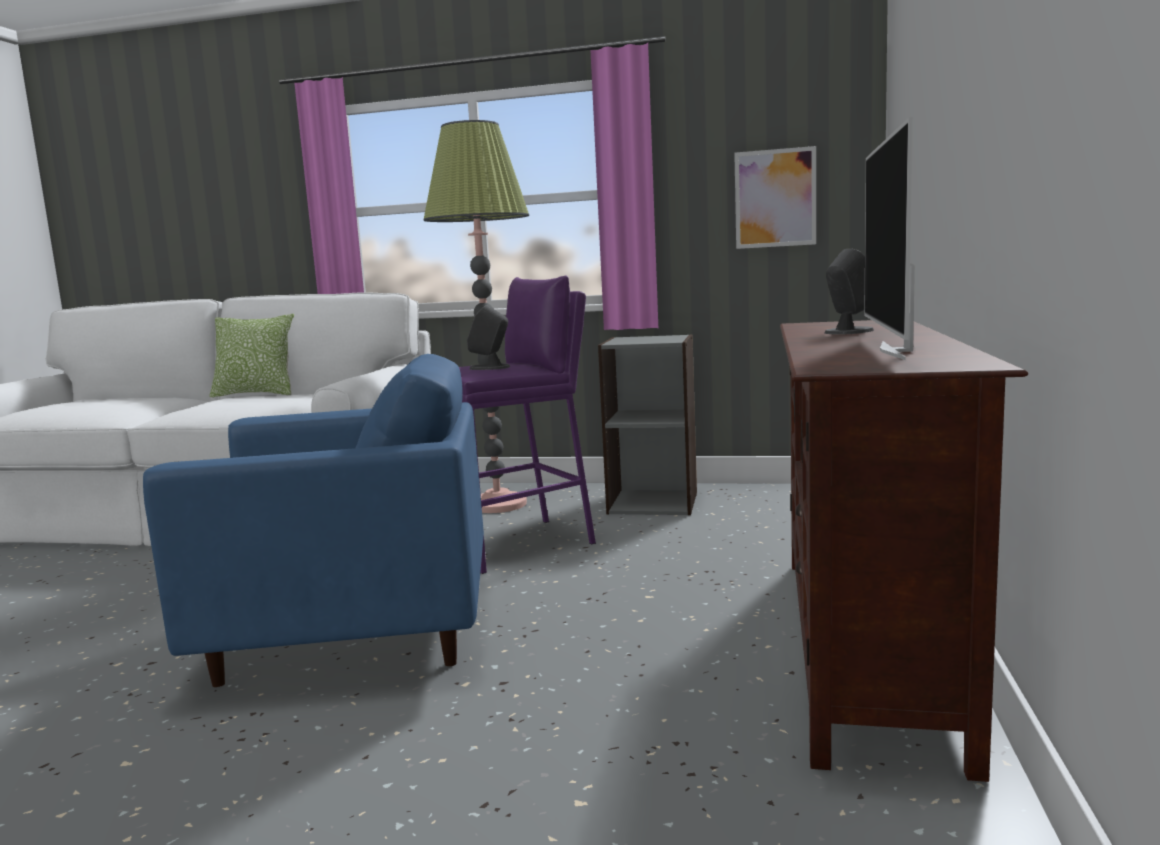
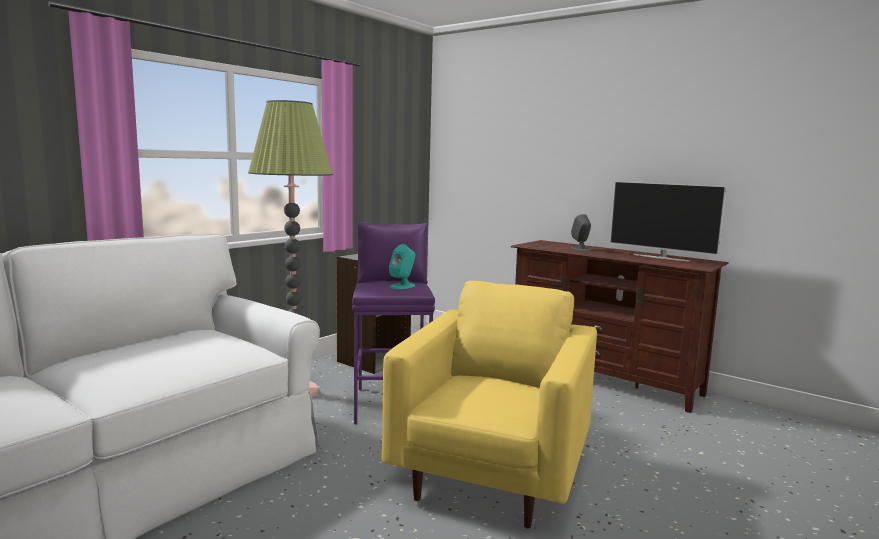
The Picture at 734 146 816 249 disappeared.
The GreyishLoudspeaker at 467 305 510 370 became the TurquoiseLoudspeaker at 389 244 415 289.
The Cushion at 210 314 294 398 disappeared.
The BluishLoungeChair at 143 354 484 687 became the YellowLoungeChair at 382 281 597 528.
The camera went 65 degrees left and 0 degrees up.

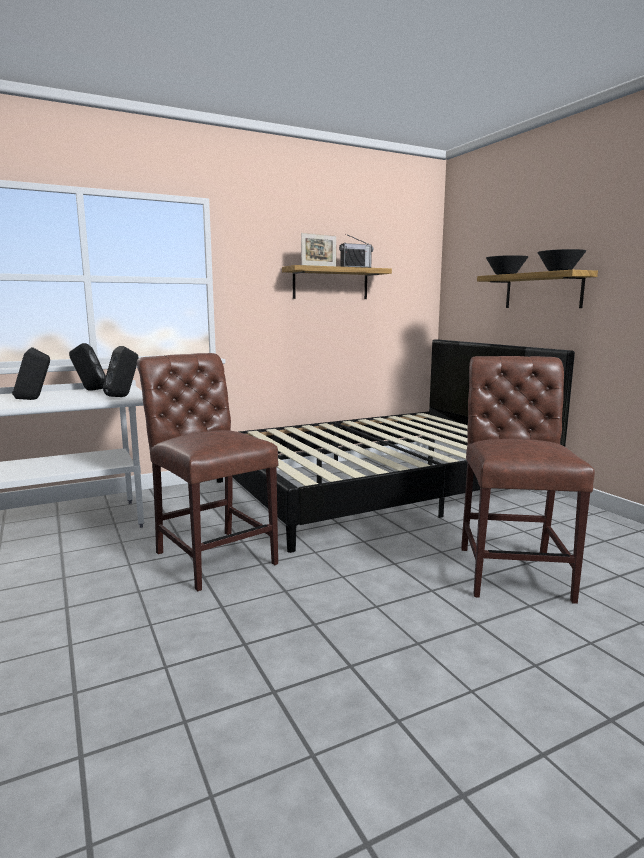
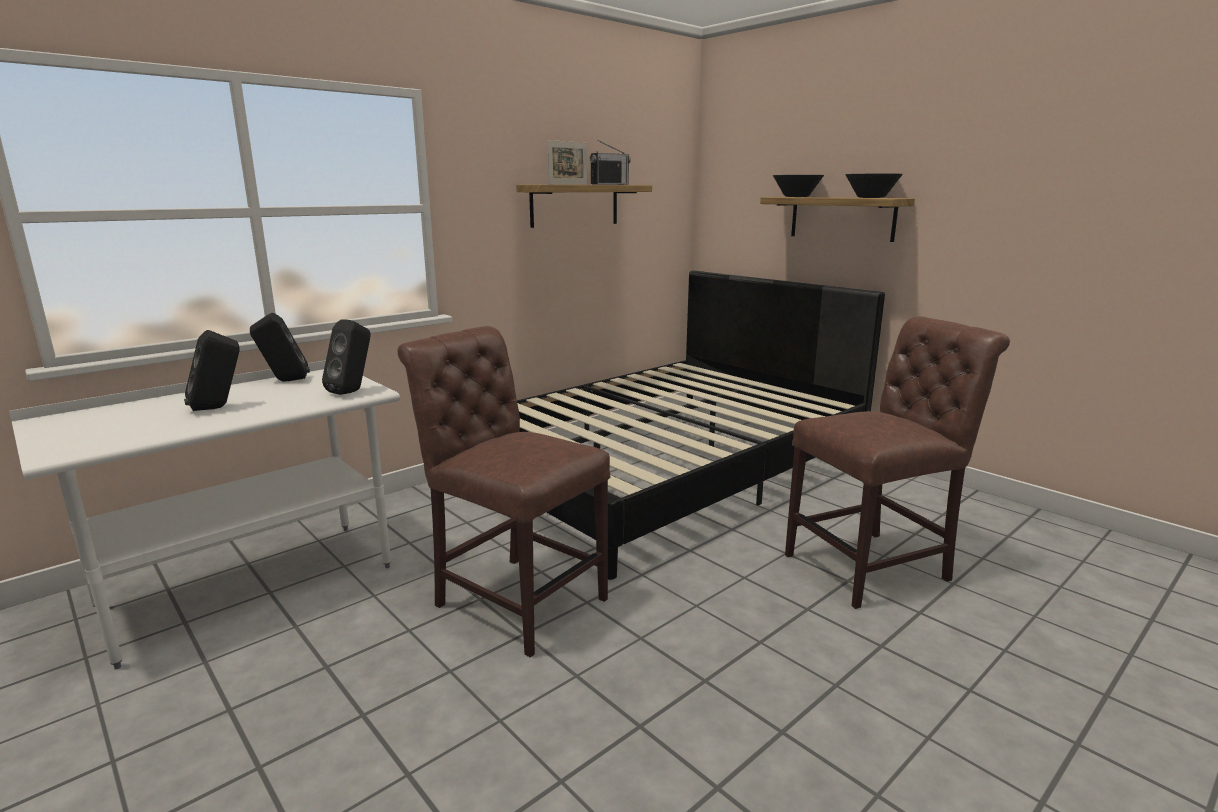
The BrownishPlainChair at 461 356 595 604 turned 75 degrees clockwise.
The camera went 15 degrees left and 5 degrees up.

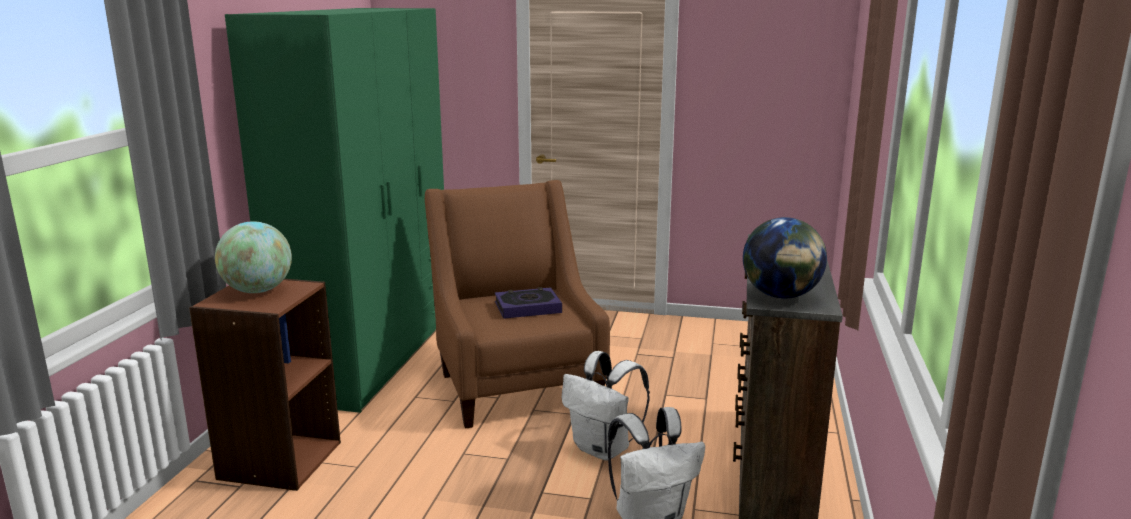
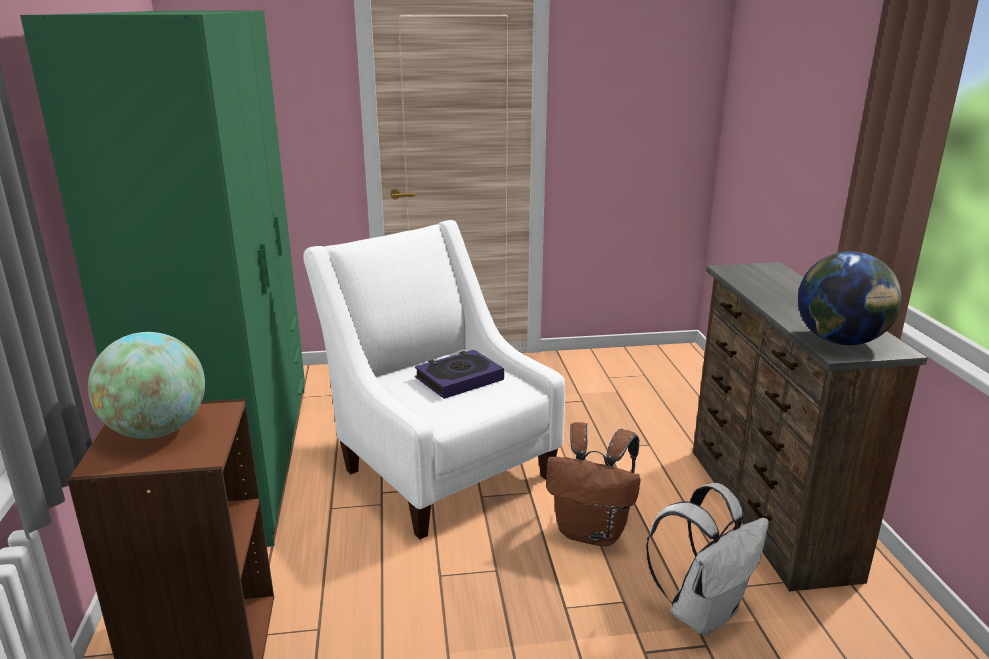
The BrownishLoungeChair at 425 180 610 429 became the WhiteColouredLoungeChair at 303 220 565 539.
The WhiteColouredBackpack at 562 351 650 461 became the BrownishBackpack at 546 422 641 547.
The camera went 20 degrees left and 5 degrees up.

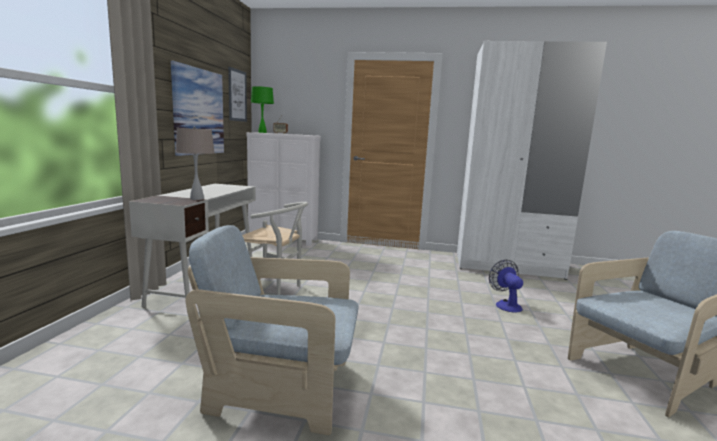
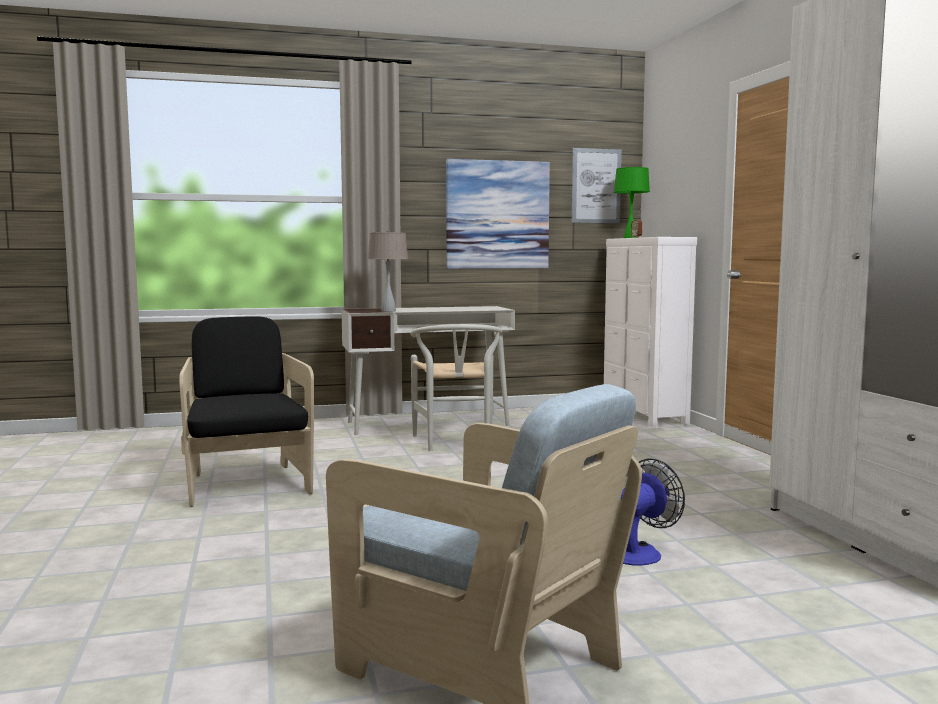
The SandColouredLoungeChair at 185 225 358 435 became the BlackishLoungeChair at 179 316 314 507.
The camera went 65 degrees right and 5 degrees down.

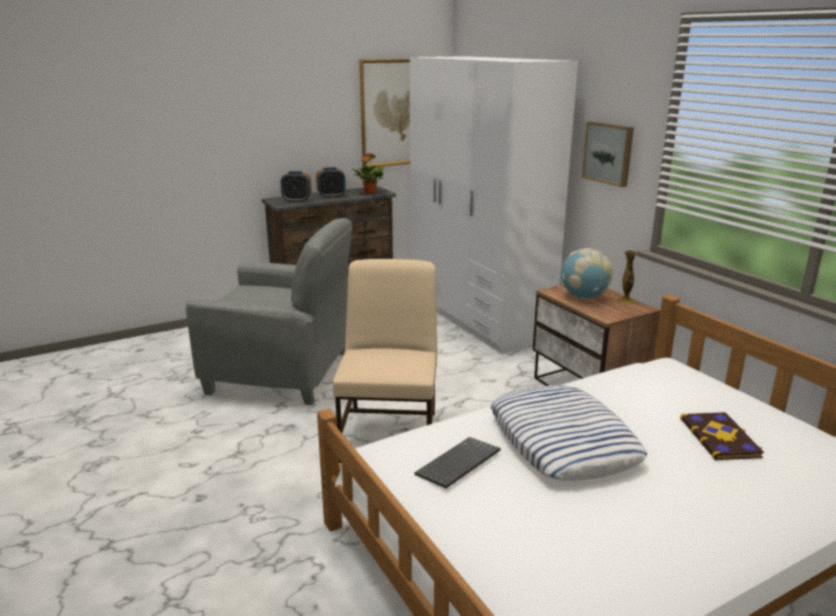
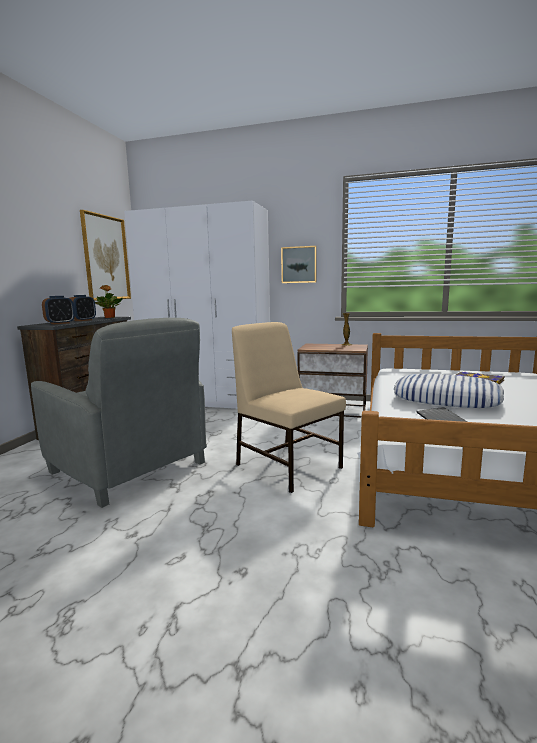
The GreyishLoungeChair at 186 218 352 405 turned 75 degrees clockwise.
The WorldGlobe at 561 248 613 299 disappeared.
The camera went 45 degrees left and 10 degrees down.

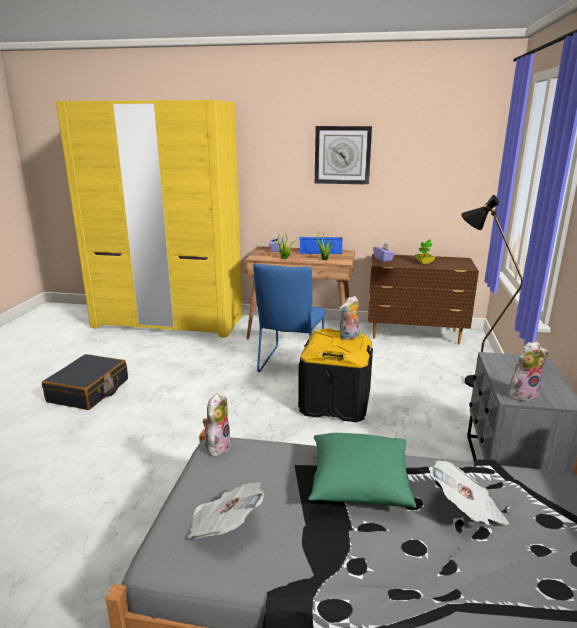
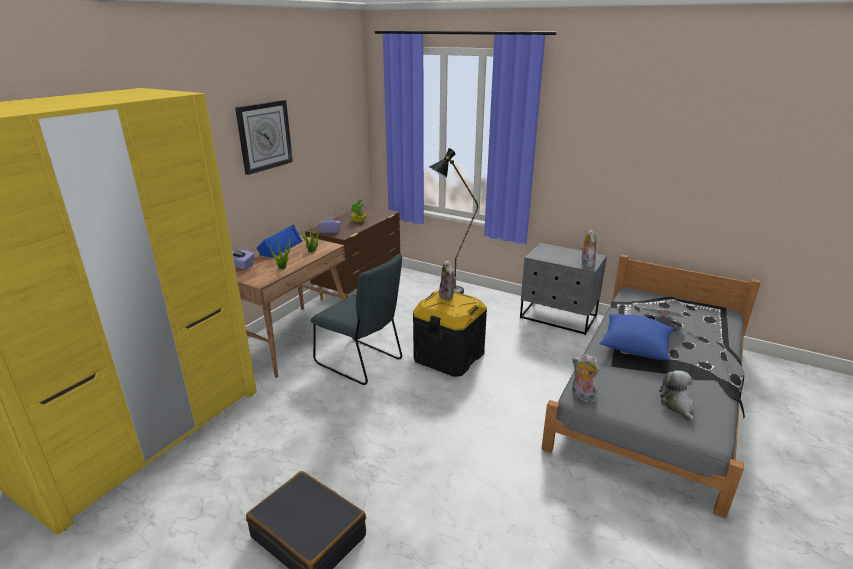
The BluishPlainChair at 253 264 326 372 became the GreyishPlainChair at 311 254 402 385.
The GreenCushion at 308 433 416 508 became the BluishCushion at 599 314 674 360.
The DailyPaper at 188 482 264 539 was replaced by the PlushToy at 659 370 694 423.
The camera went 70 degrees left and 5 degrees up.

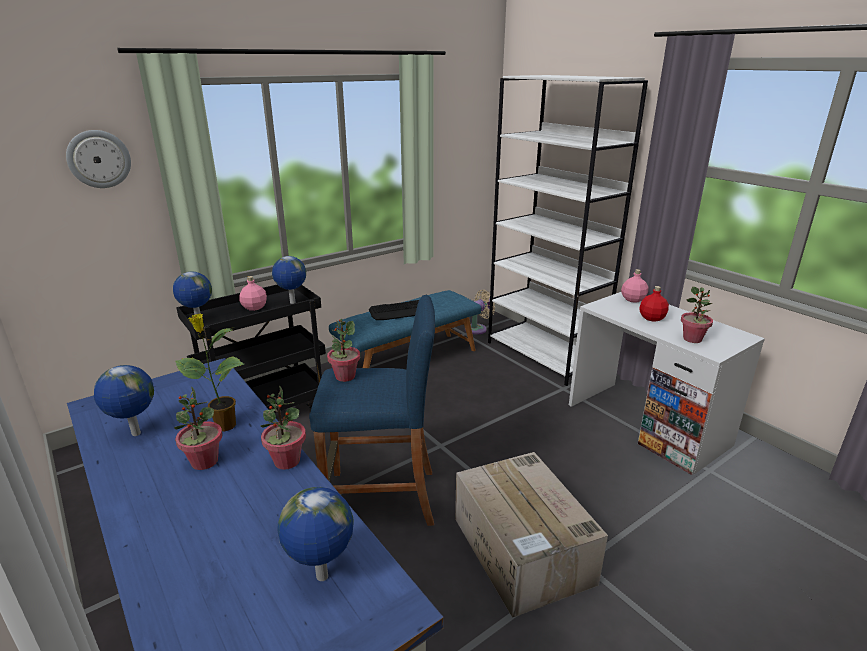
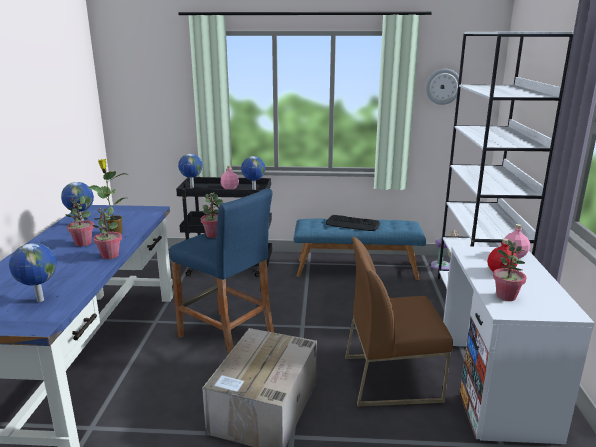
The WallClock moved from 66 130 131 188 to 426 69 462 105.
The BrownishPlainChair at 345 237 453 406 appeared.
The camera went 40 degrees right and 5 degrees down.

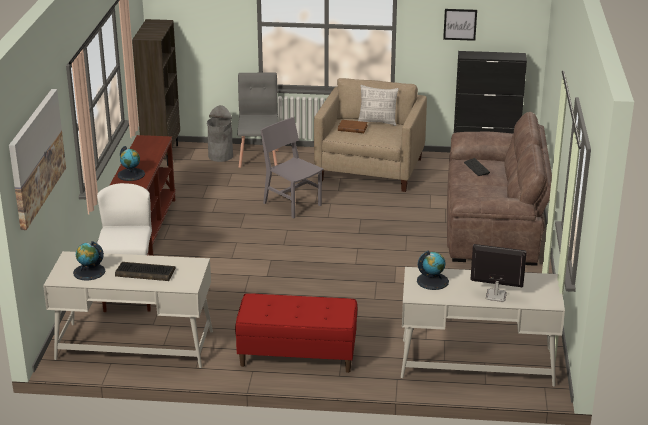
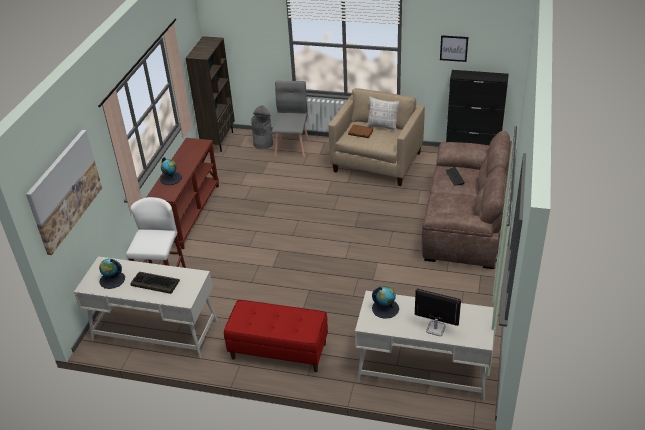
The GreyishPlainChair at 260 117 323 218 disappeared.
The camera went 10 degrees right and 10 degrees up.

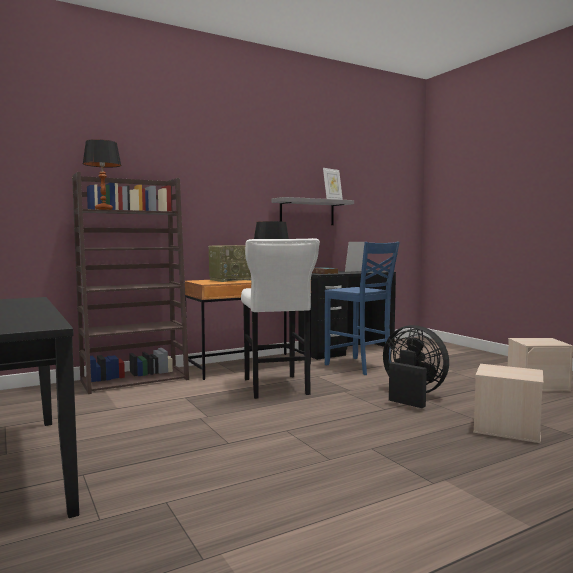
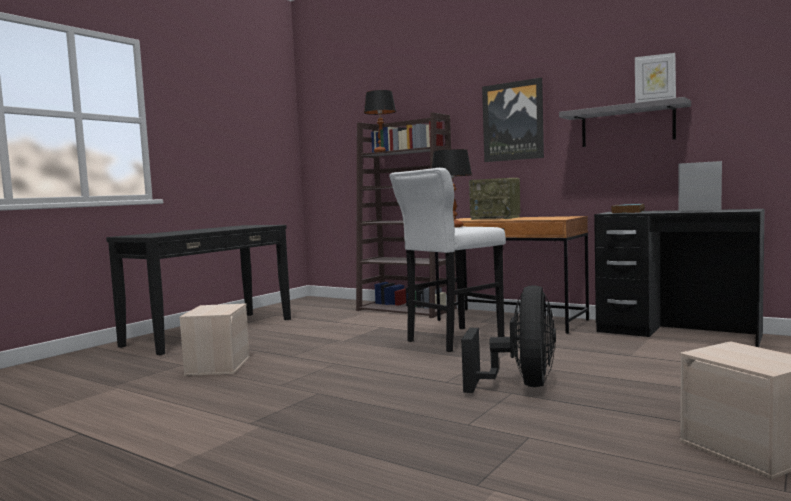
The BluishPlainChair at 325 242 400 375 disappeared.
The SandColouredStorageBox moved from 473 364 543 443 to 179 303 250 376.
The Picture at 482 78 544 162 appeared.
The camera went 65 degrees right and 0 degrees up.

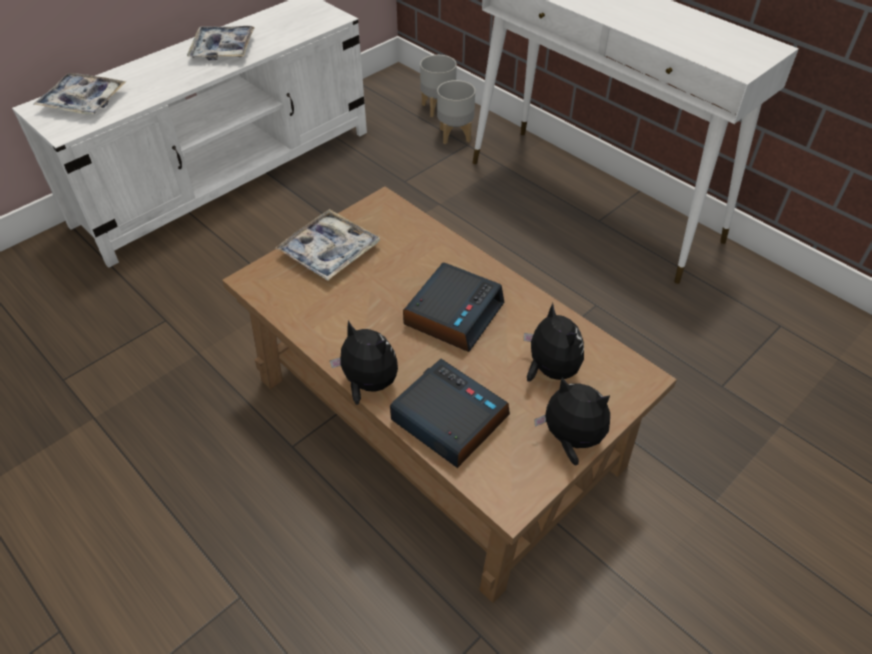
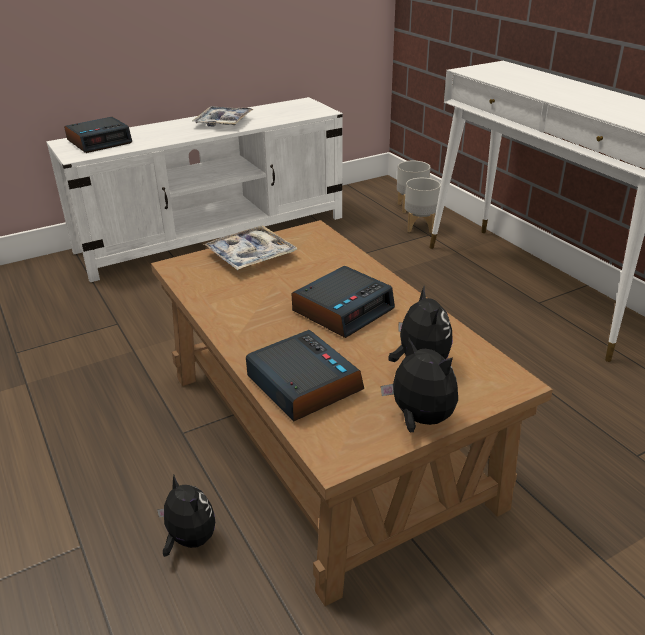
The CarryingTray at 33 73 126 115 was replaced by the TableClock at 64 117 132 153.
The PlushToy moved from 330 321 398 405 to 157 475 215 557.
The camera went 15 degrees right and 15 degrees down.

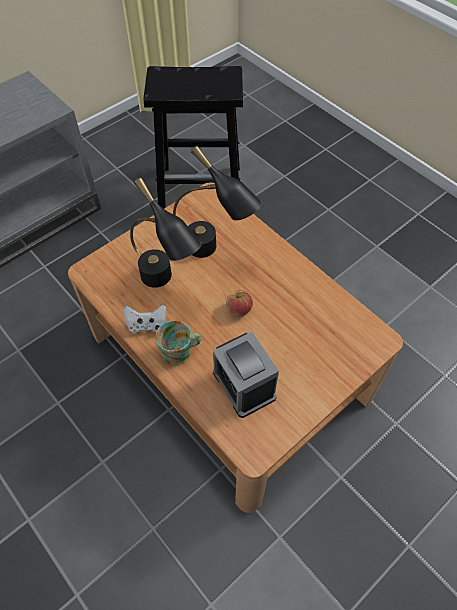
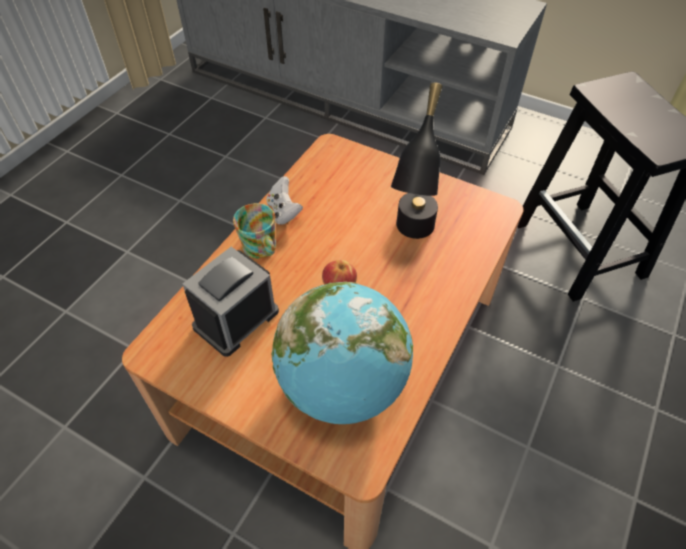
The BlackishLampForATable at 130 177 202 288 disappeared.
The WorldGlobe at 271 282 413 424 appeared.
The camera went 70 degrees right and 5 degrees down.

